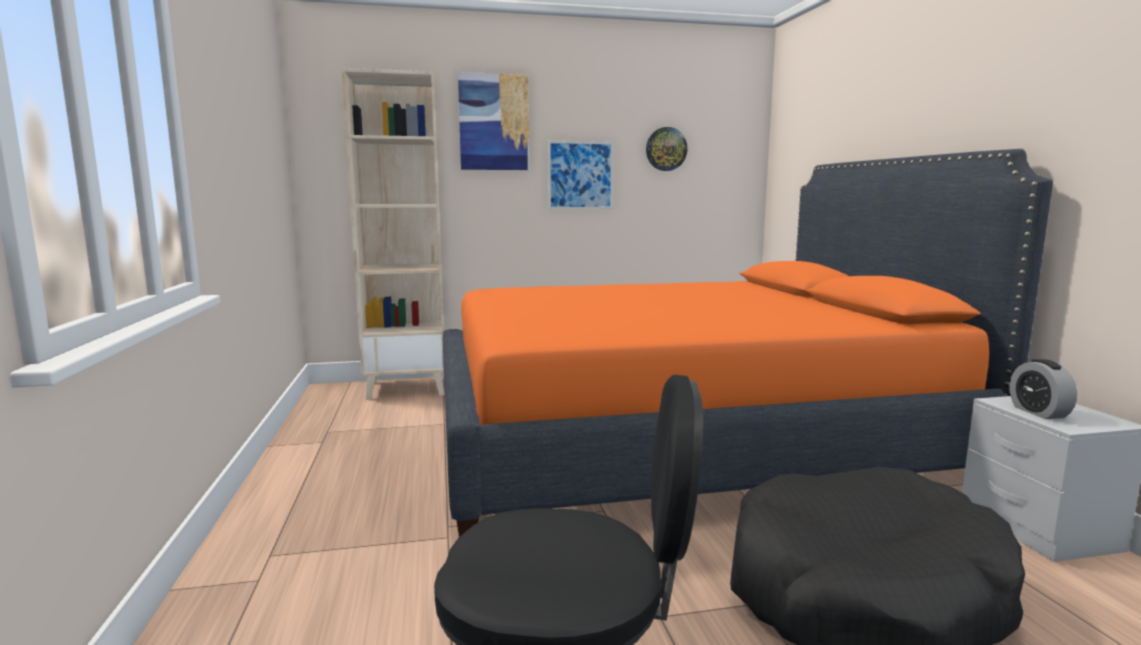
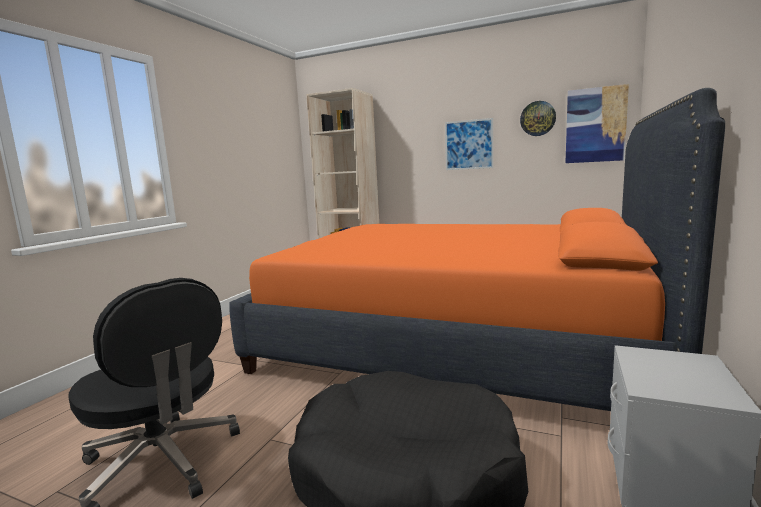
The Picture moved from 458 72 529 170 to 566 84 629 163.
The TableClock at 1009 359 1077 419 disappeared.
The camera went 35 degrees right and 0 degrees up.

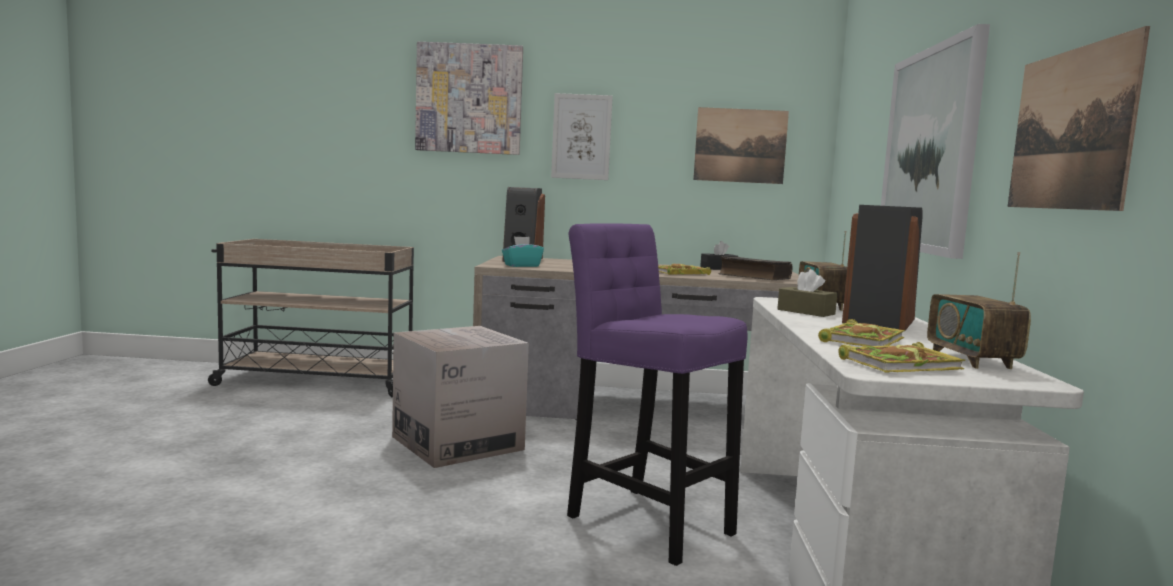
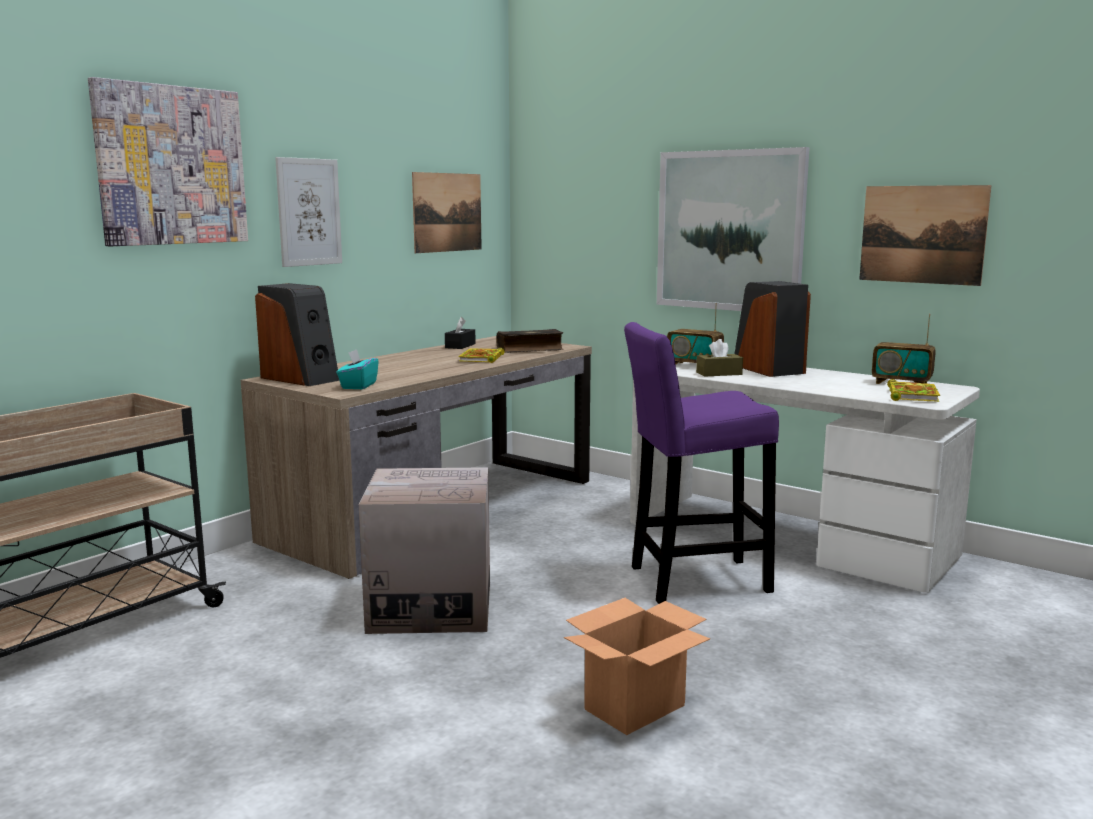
The BoundBook at 818 319 905 346 disappeared.
The PackingBox at 564 598 710 735 appeared.
The camera went 55 degrees left and 5 degrees up.

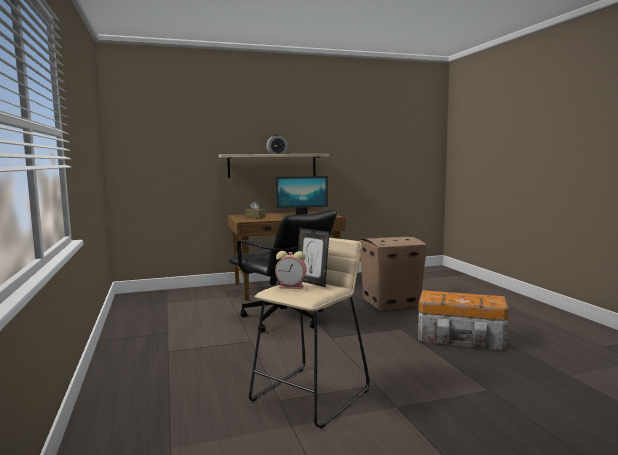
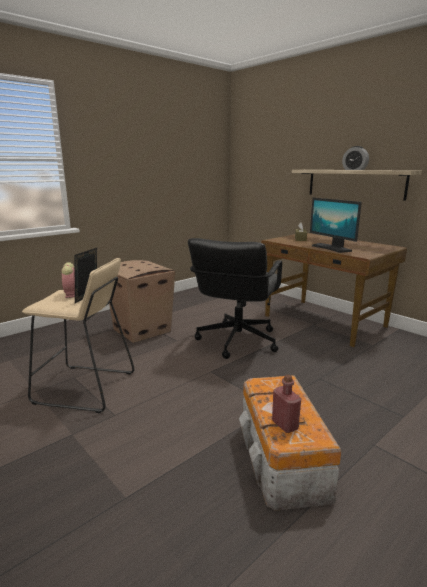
The PackingBox moved from 359 237 427 311 to 109 260 175 343.
The RedColouredBeverageBottle at 272 375 301 433 appeared.
The camera went 65 degrees right and 10 degrees up.

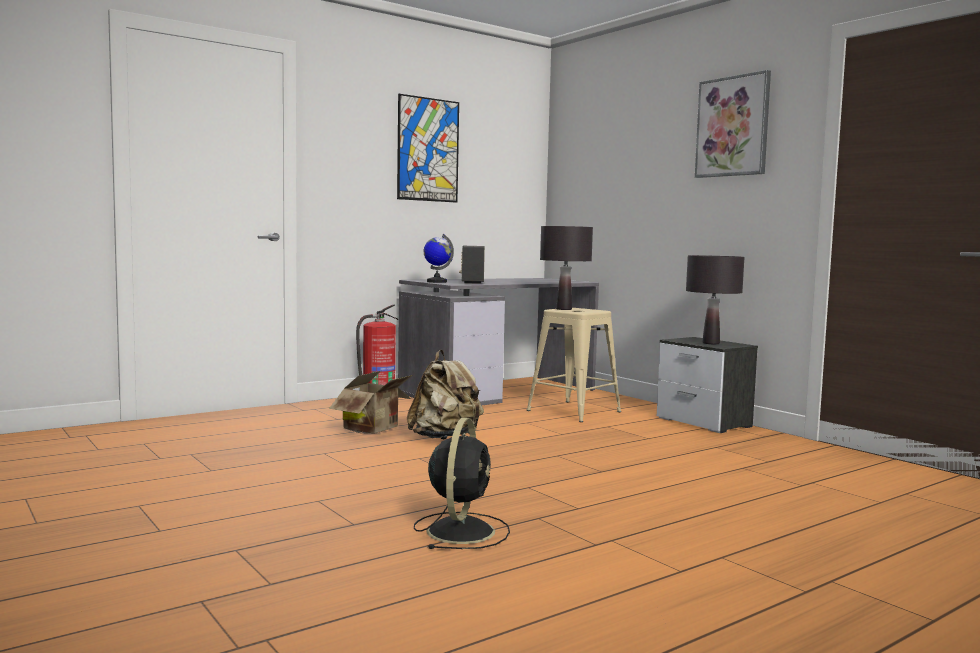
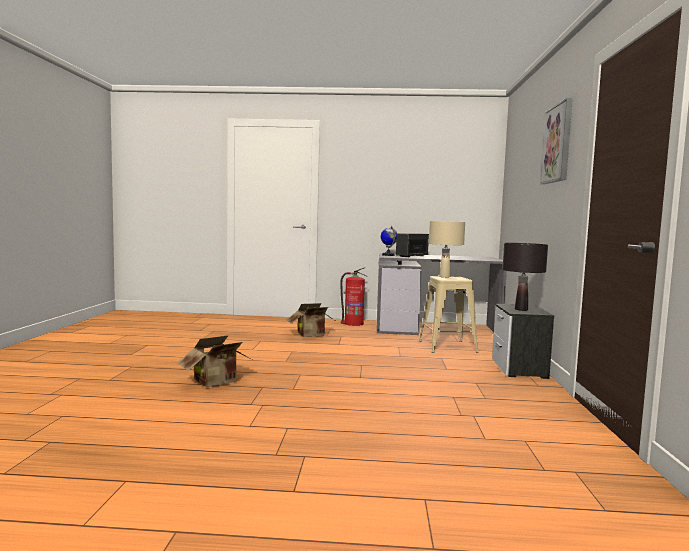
The Picture at 397 94 459 203 disappeared.
The BlackishLampForATable at 540 226 593 310 became the SandColouredLampForATable at 429 221 465 278.
The SandColouredBackpack at 407 350 484 439 disappeared.
The BlackishElectricFan at 414 418 510 549 was replaced by the PackingBox at 177 335 250 387.
The camera went 40 degrees right and 0 degrees up.

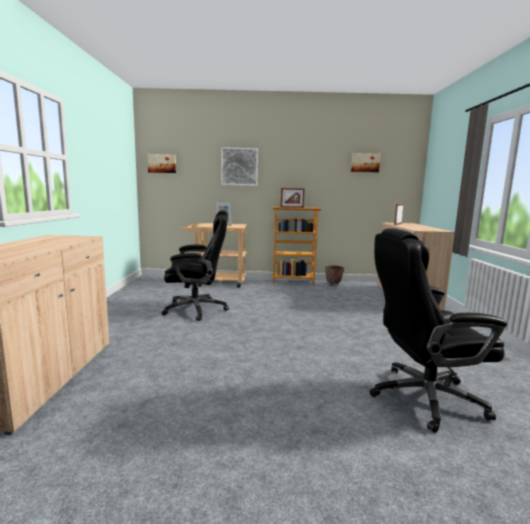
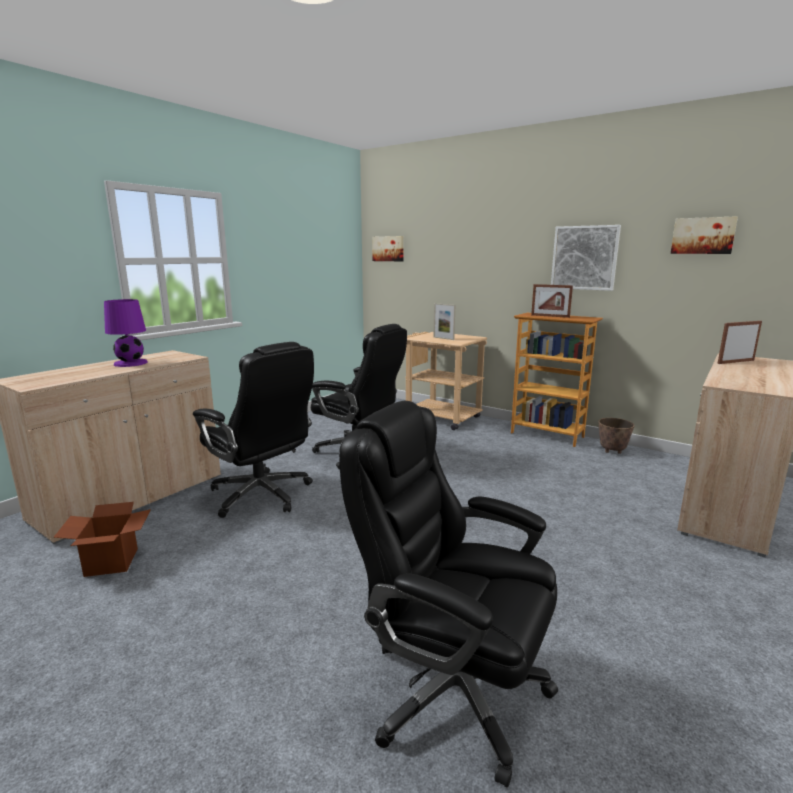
The Picture moved from 221 147 258 186 to 551 225 621 291.
The PurplishLampForATable at 104 299 148 367 appeared.
The BlackishComputerChair at 193 342 314 518 appeared.
The PackingBox at 53 502 151 577 appeared.
The camera went 35 degrees right and 5 degrees up.

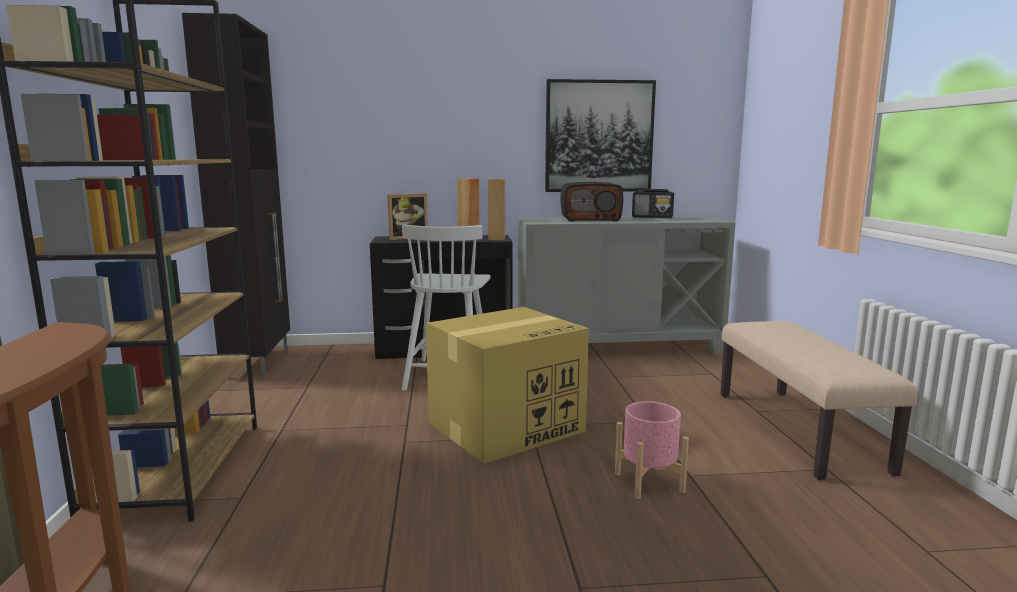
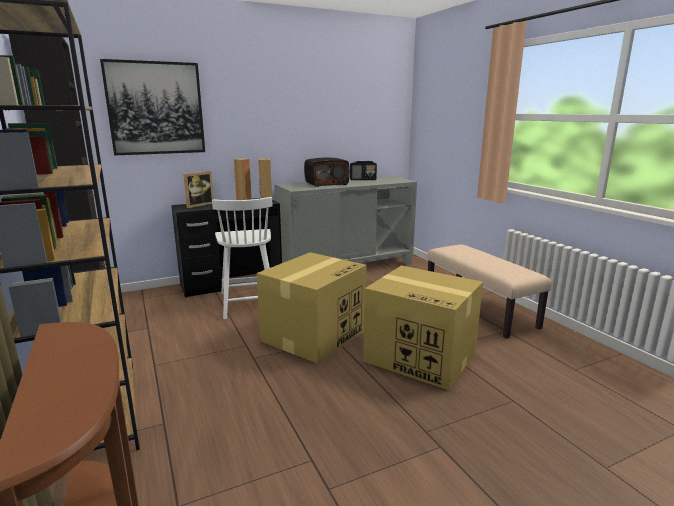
The Picture moved from 545 79 656 192 to 100 59 205 156.
The PinkishPlanter at 615 401 689 499 was replaced by the PackingBox at 363 265 483 390.
The camera went 20 degrees left and 5 degrees up.

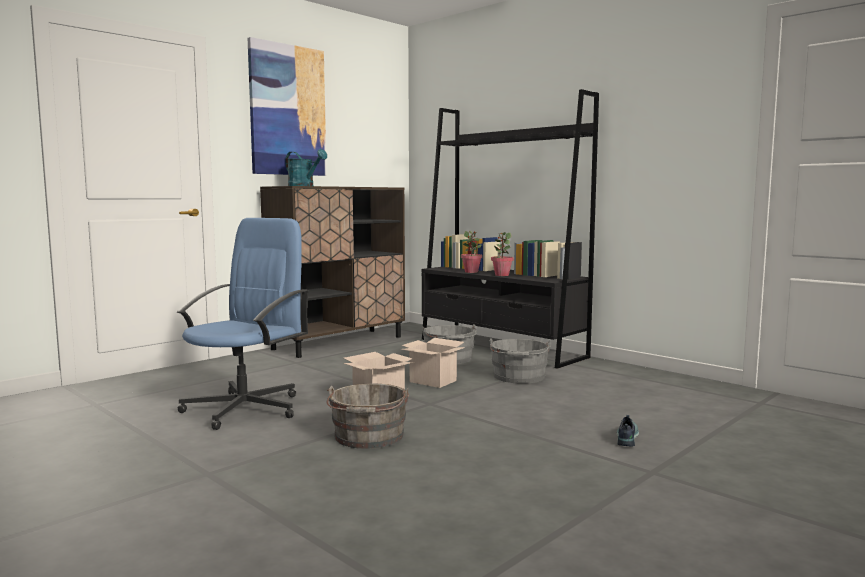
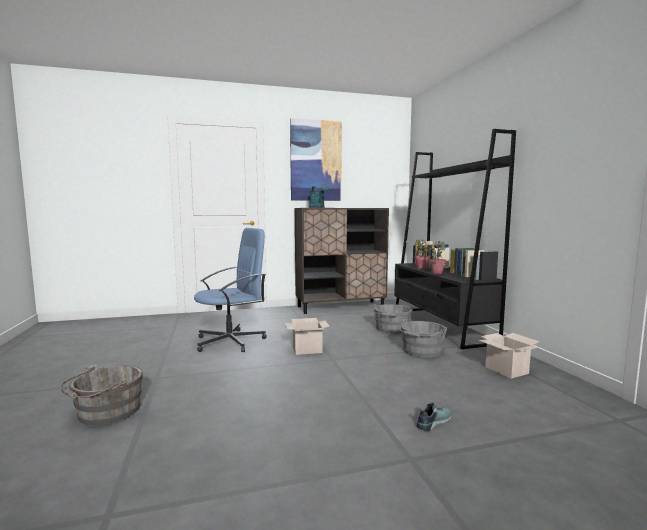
The PackingBox moved from 401 338 465 388 to 479 333 540 378.
The GreyishWaterBucket moved from 327 383 409 449 to 61 364 143 426.
The camera went 30 degrees right and 0 degrees up.

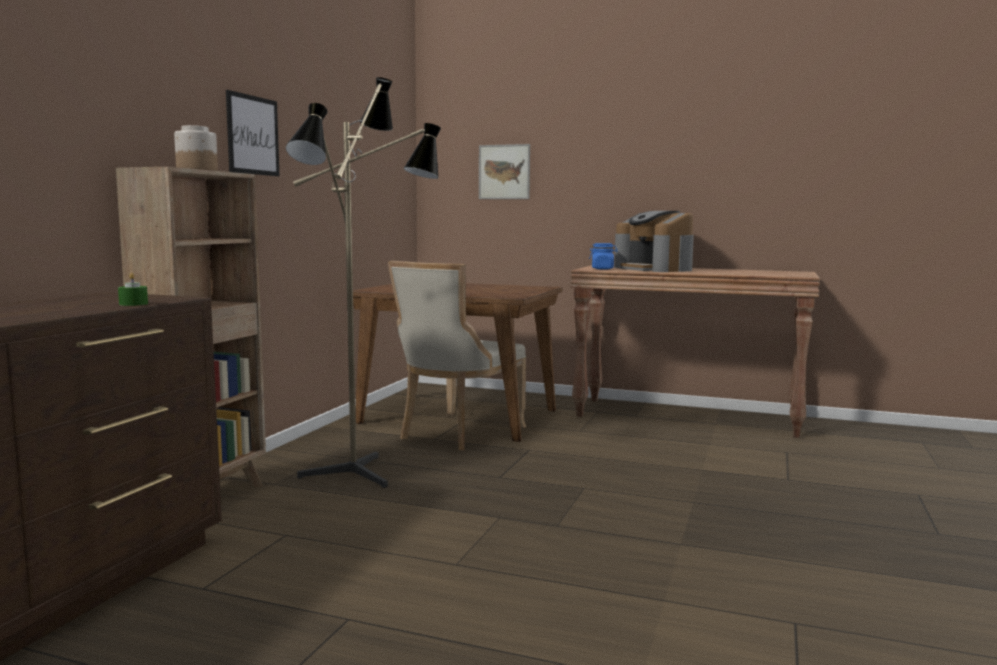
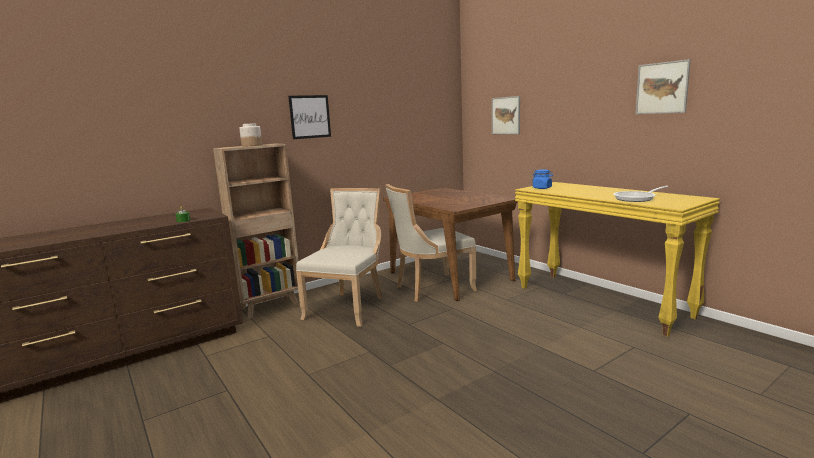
The StandardLamp at 286 77 441 488 was replaced by the SandColouredPlainChair at 296 188 383 327.
The CoffeeMachine at 614 211 694 272 disappeared.
The BrownishHallTable at 570 265 820 438 became the YellowHallTable at 515 182 720 337.
The Picture at 636 59 691 114 appeared.
The Pan at 614 186 669 202 appeared.
The camera went 35 degrees right and 5 degrees up.

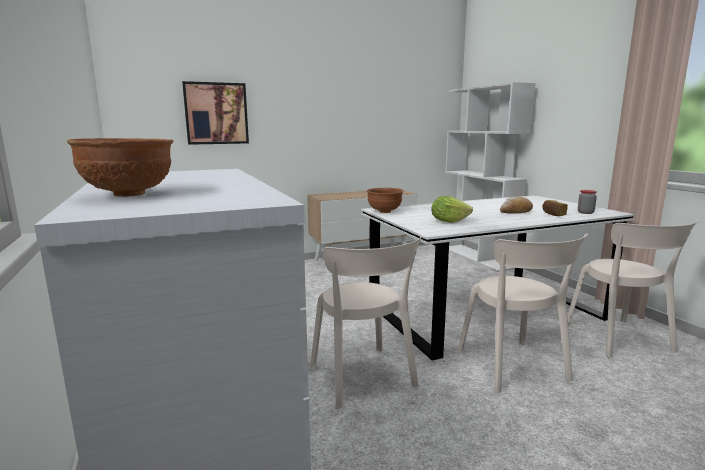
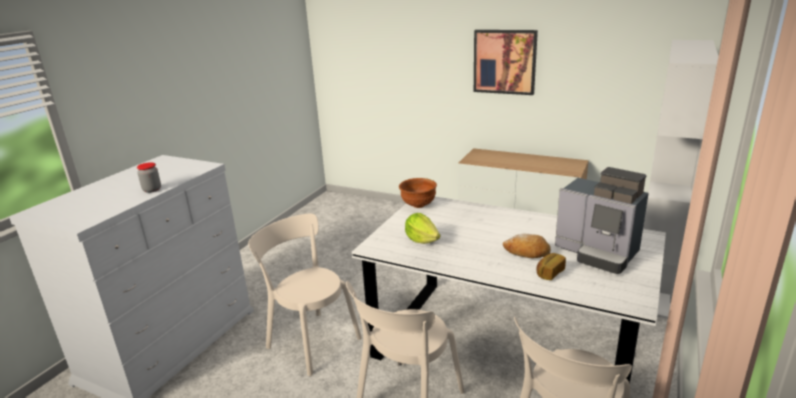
The Picture moved from 182 81 249 145 to 474 30 538 95.
The BrownishDeepDish at 67 138 173 197 disappeared.
The Jar moved from 578 190 597 214 to 137 162 161 193.
The SandColouredPlainChair at 310 236 422 408 turned 105 degrees clockwise.
The CoffeeMachine at 555 167 649 274 appeared.
The camera went 50 degrees right and 10 degrees up.

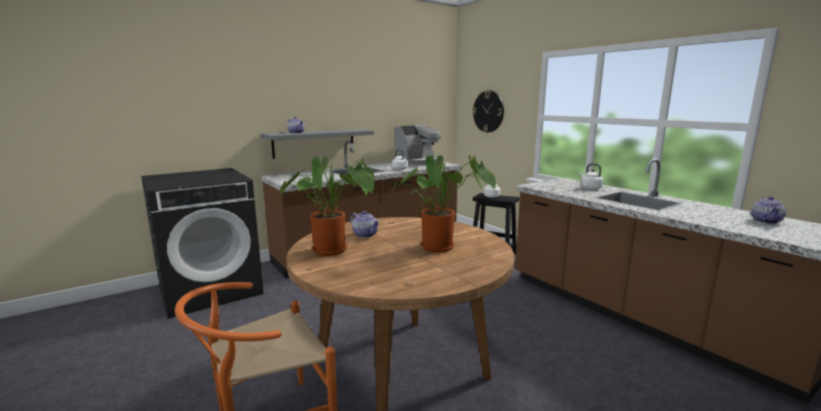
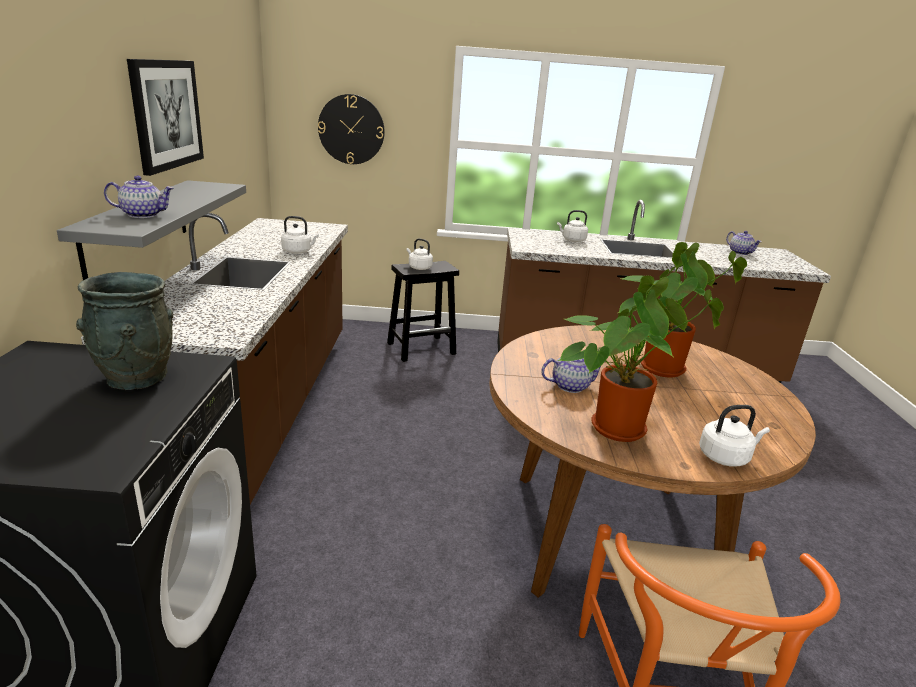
The CoffeeMachine at 393 125 441 166 disappeared.
The Picture at 127 59 204 176 appeared.
The GreyishFlowerVase at 76 272 173 390 appeared.
The WhiteColouredWaterKettle at 699 405 770 467 appeared.
The camera went 55 degrees left and 10 degrees up.

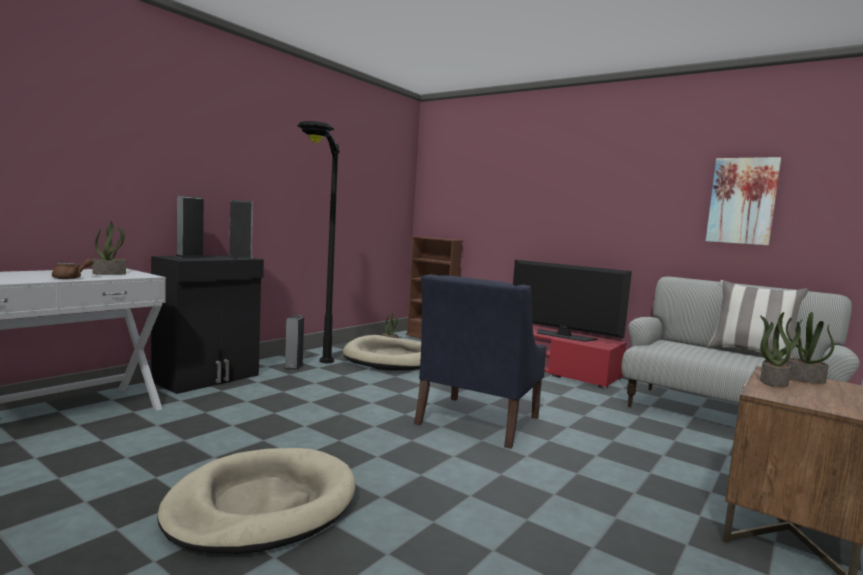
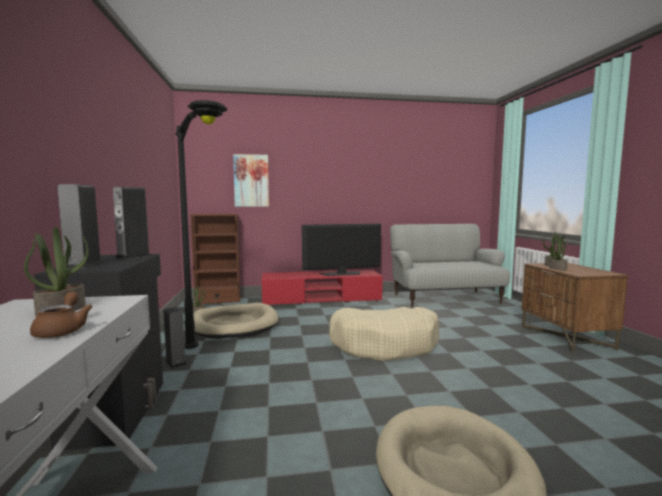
The Picture moved from 706 157 781 245 to 233 154 269 207.
The BluishLoungeChair at 414 274 546 449 was replaced by the SandColouredDogBed at 329 307 439 361.
The Cushion at 707 280 808 360 disappeared.
The camera went 45 degrees left and 0 degrees up.

